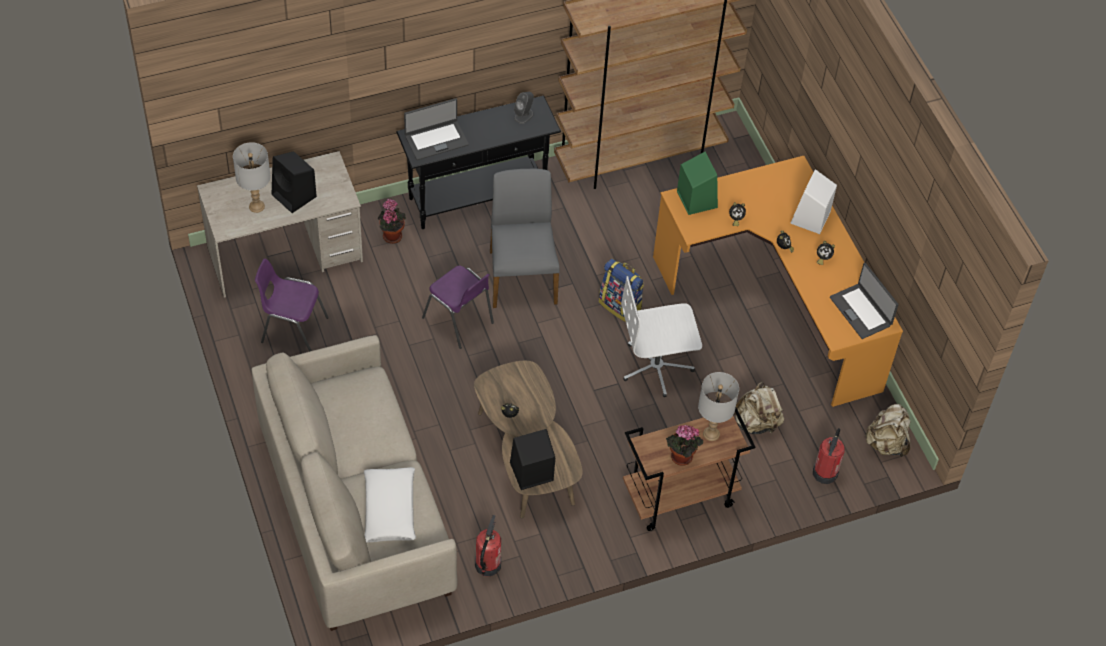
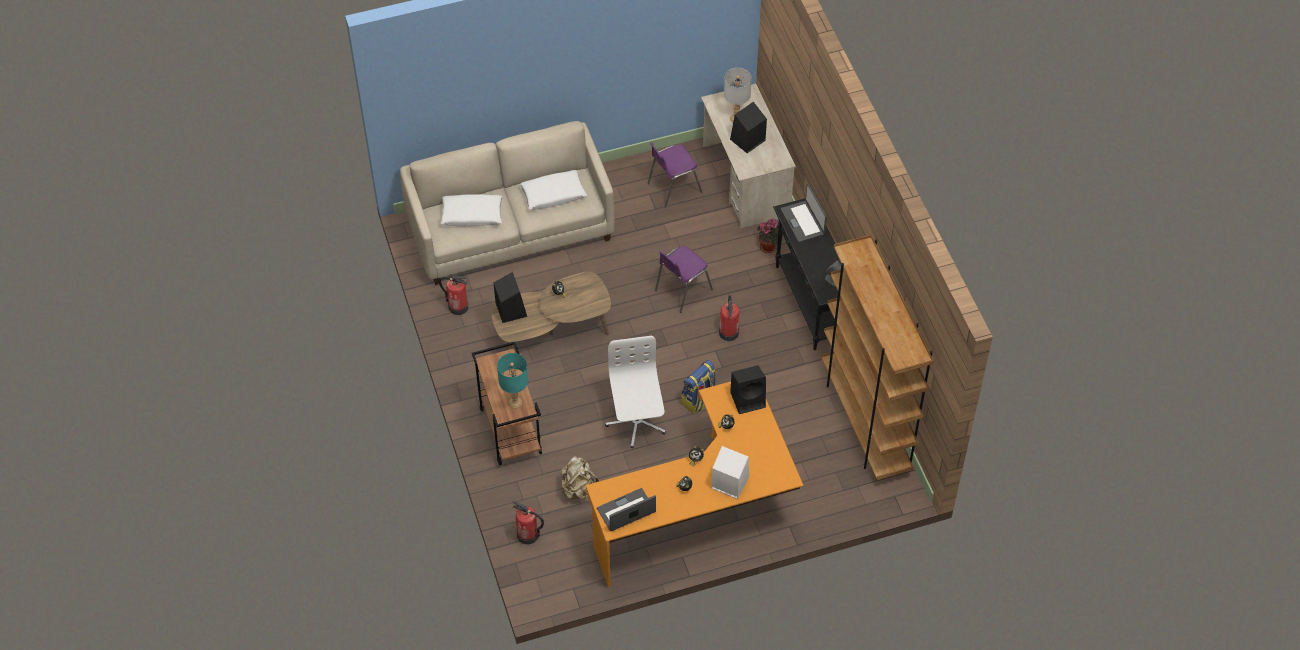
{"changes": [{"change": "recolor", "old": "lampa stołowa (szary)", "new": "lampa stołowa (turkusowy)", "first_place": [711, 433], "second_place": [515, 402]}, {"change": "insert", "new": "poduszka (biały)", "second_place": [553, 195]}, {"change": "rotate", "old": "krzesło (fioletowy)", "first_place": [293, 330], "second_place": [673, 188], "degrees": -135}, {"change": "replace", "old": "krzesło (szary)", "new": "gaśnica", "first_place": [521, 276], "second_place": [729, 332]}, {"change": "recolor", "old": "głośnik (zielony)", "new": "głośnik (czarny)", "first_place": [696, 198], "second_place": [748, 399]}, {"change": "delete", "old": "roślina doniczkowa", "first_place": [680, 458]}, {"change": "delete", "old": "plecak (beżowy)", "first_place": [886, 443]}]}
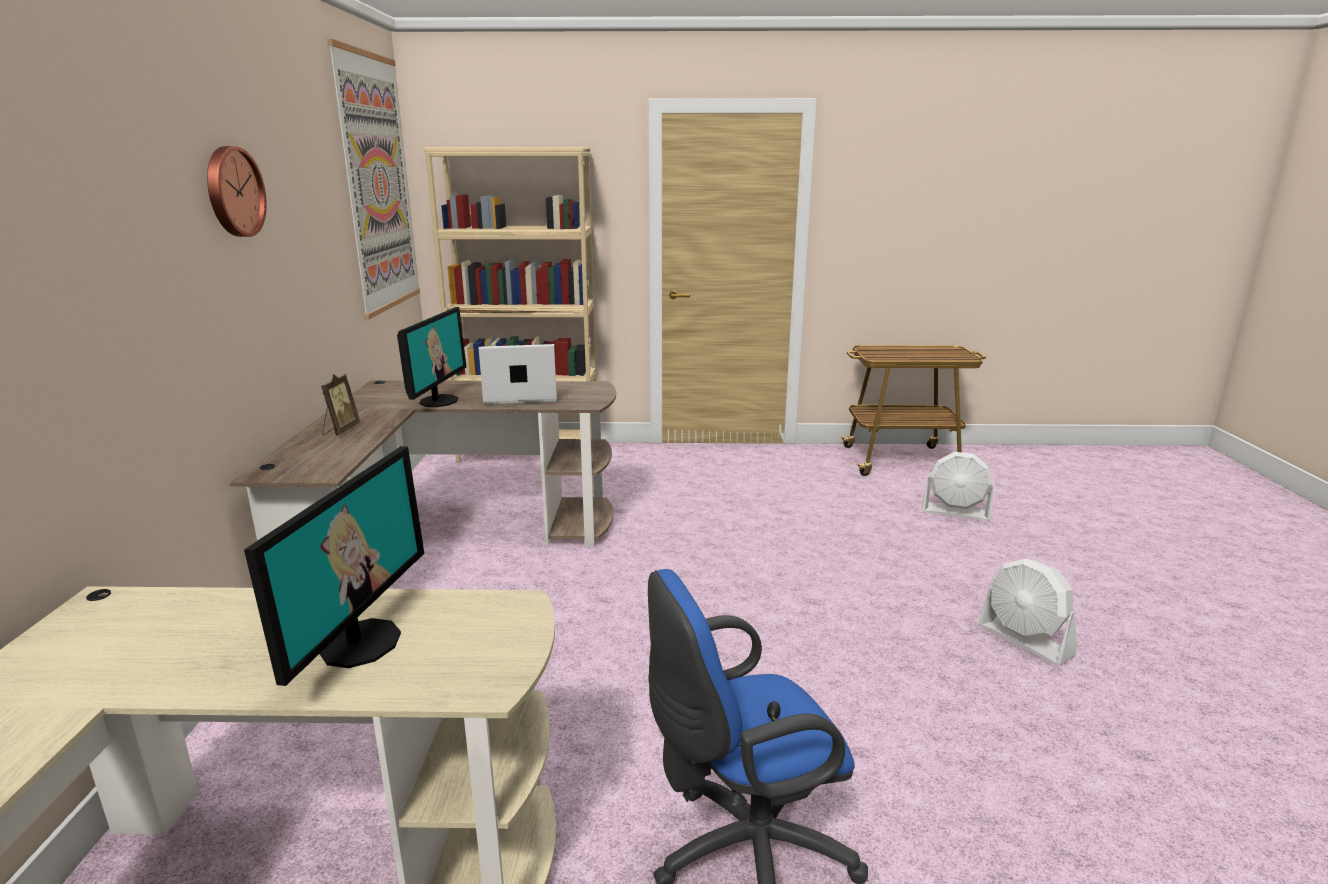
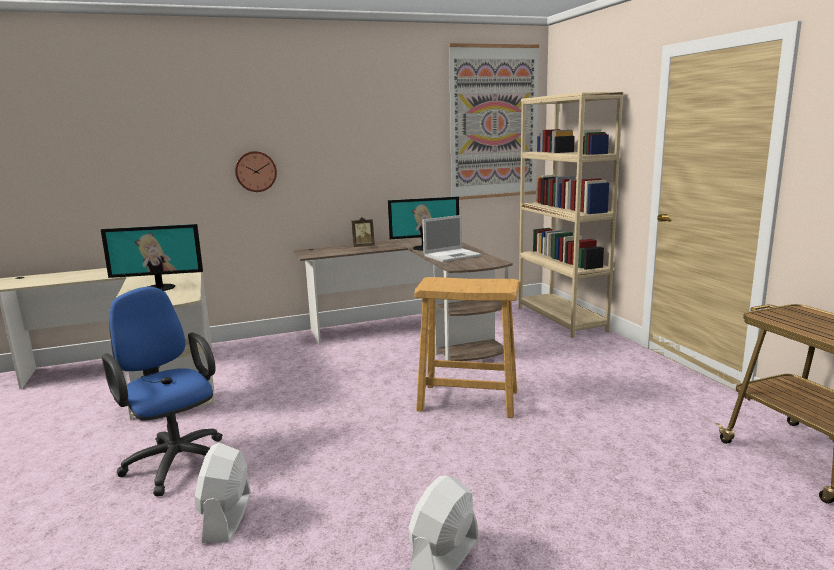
{"changes": [{"change": "move", "old": "wentylator (biały)", "first_place": [956, 512], "second_place": [227, 518]}, {"change": "move", "old": "zegar ścienny", "first_place": [233, 192], "second_place": [255, 171]}, {"change": "insert", "new": "stołek (beżowy)", "second_place": [467, 400]}, {"change": "rotate", "old": "laptop", "first_place": [519, 396], "second_place": [453, 255], "degrees": 90}]}
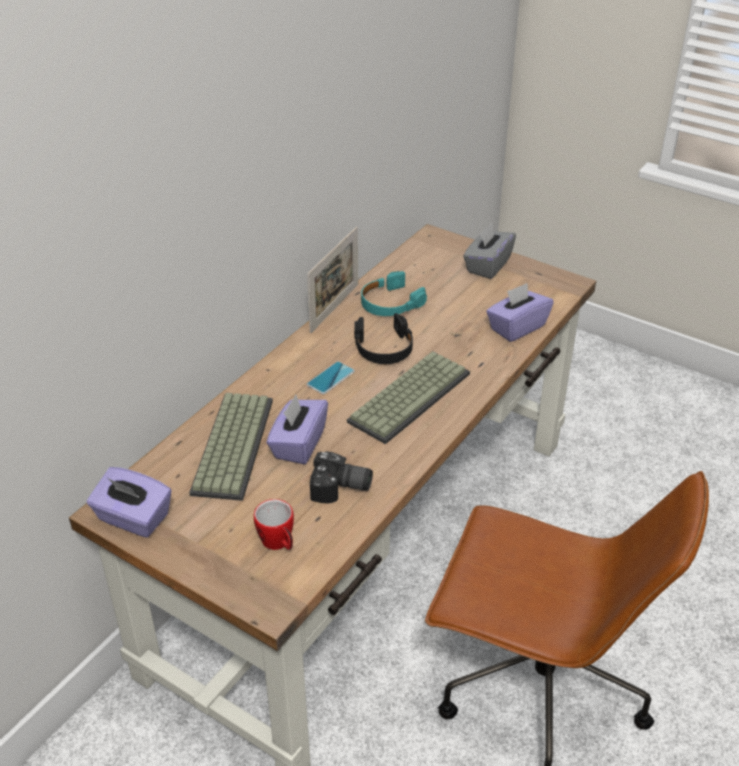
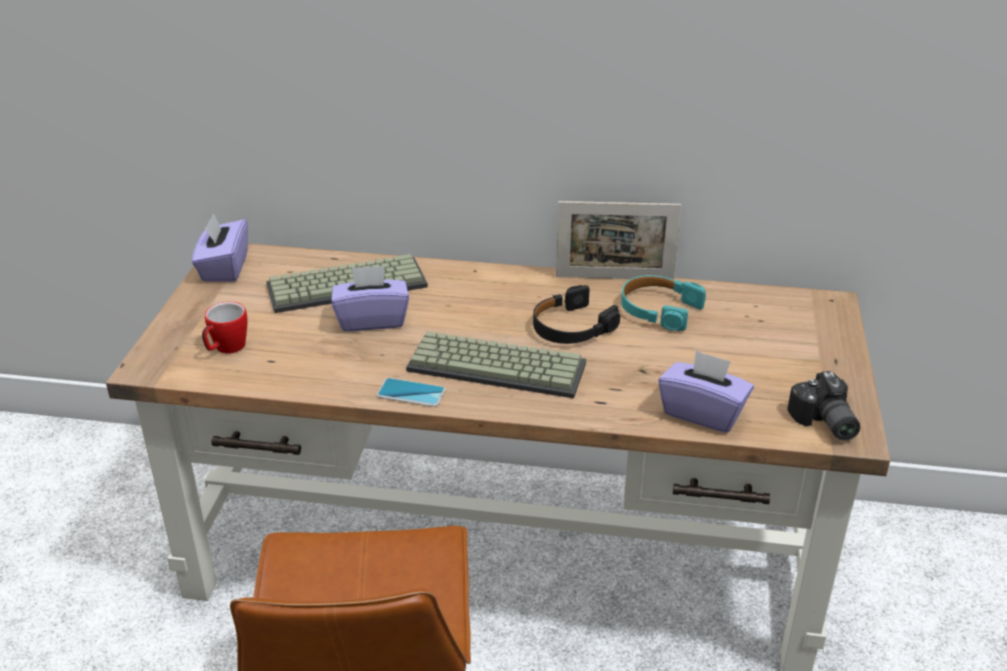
{"changes": [{"change": "move", "old": "telefon", "first_place": [330, 378], "second_place": [411, 393]}, {"change": "move", "old": "aparat fotograficzny", "first_place": [341, 489], "second_place": [823, 423]}, {"change": "delete", "old": "pudełko chusteczek (szary)", "first_place": [487, 266]}]}
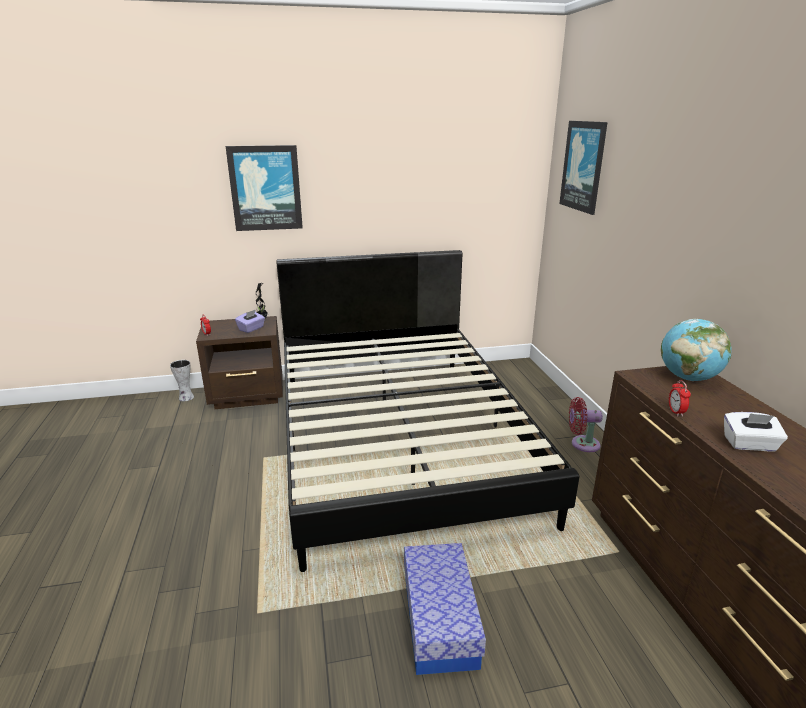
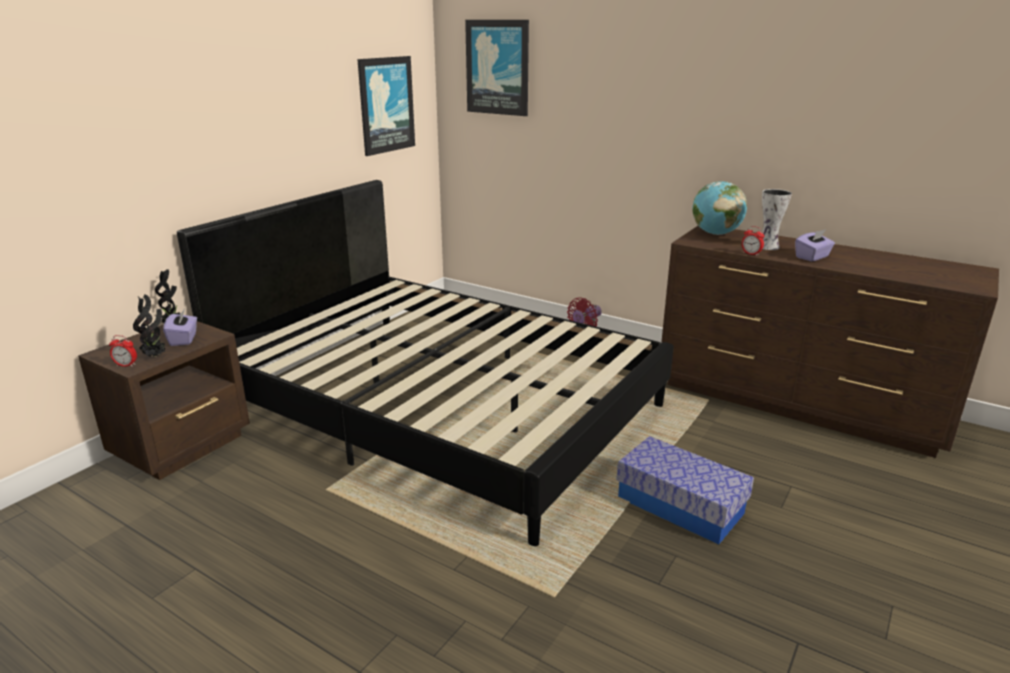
{"changes": [{"change": "insert", "new": "roślina doniczkowa", "second_place": [155, 356]}, {"change": "move", "old": "obraz", "first_place": [265, 188], "second_place": [386, 105]}, {"change": "move", "old": "wazon", "first_place": [185, 398], "second_place": [768, 247]}, {"change": "recolor", "old": "pudełko chusteczek (biały)", "new": "pudełko chusteczek (fioletowy)", "first_place": [749, 444], "second_place": [812, 257]}]}
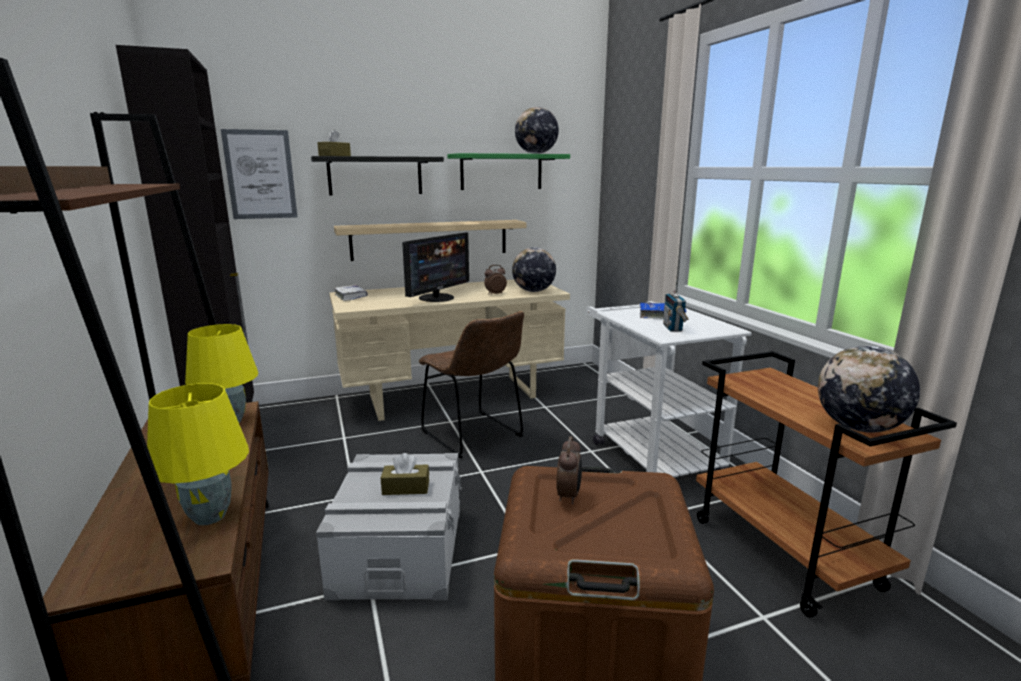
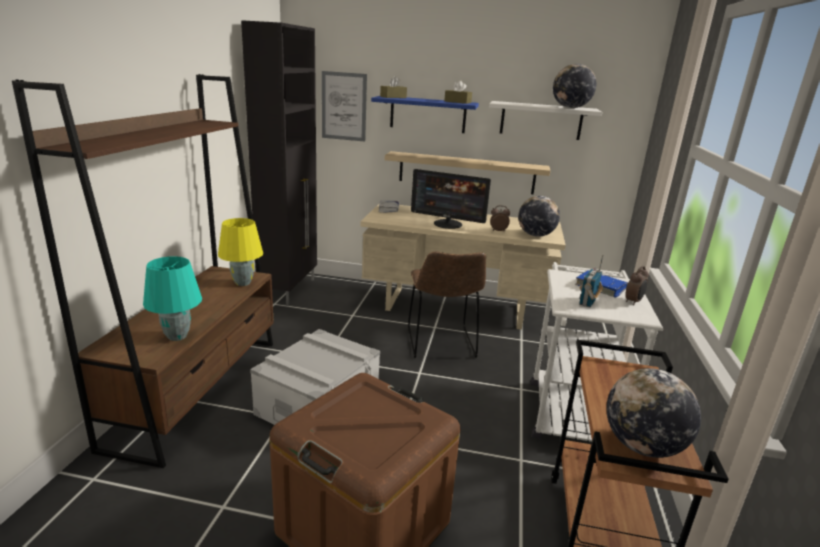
{"changes": [{"change": "recolor", "old": "lampa stołowa (żółty)", "new": "lampa stołowa (turkusowy)", "first_place": [211, 516], "second_place": [178, 336]}, {"change": "recolor", "old": "półka (czarny)", "new": "półka (niebieski)", "first_place": [375, 176], "second_place": [428, 114]}, {"change": "rotate", "old": "monitor", "first_place": [437, 298], "second_place": [448, 224], "degrees": 45}, {"change": "move", "old": "pudełko chusteczek (brązowy)", "first_place": [406, 488], "second_place": [457, 102]}, {"change": "recolor", "old": "półka (zielony)", "new": "półka (biały)", "first_place": [501, 172], "second_place": [541, 120]}, {"change": "move", "old": "budzik", "first_place": [569, 496], "second_place": [633, 302]}]}
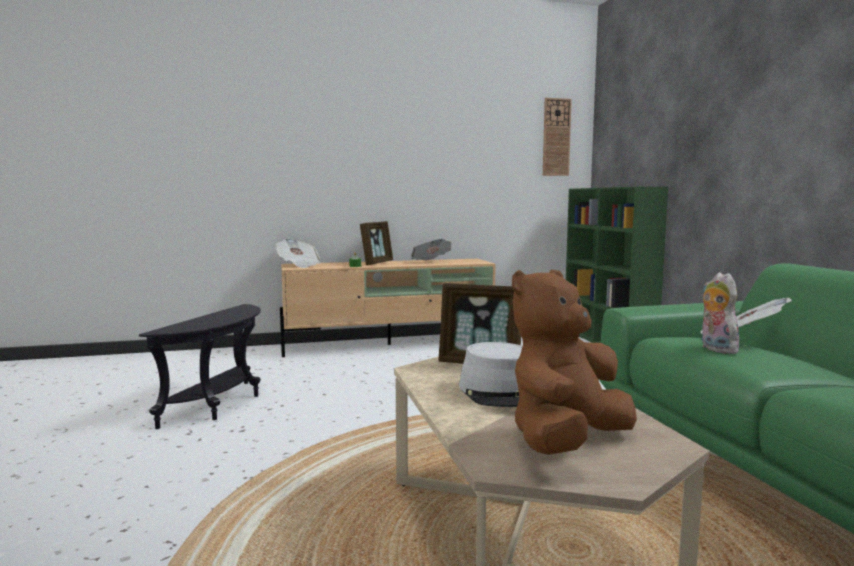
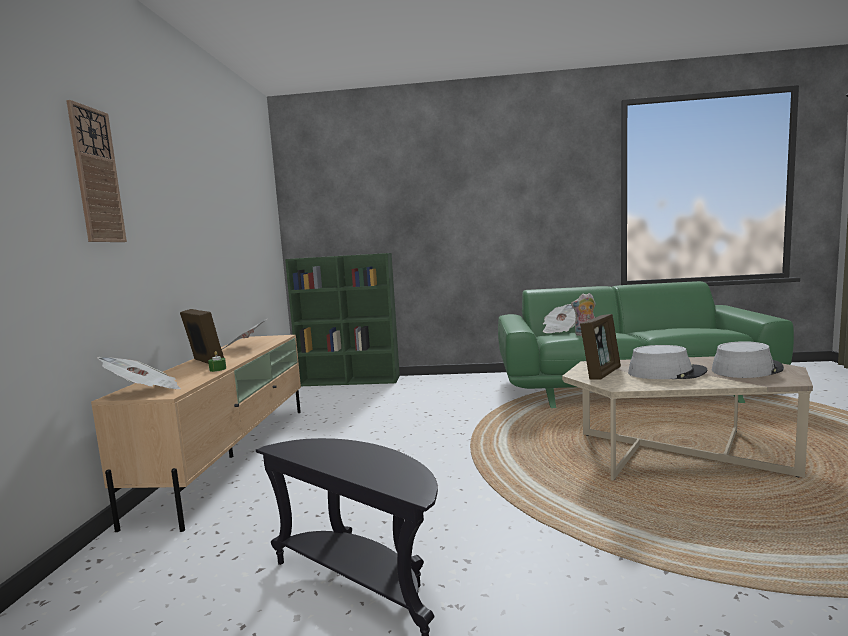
{"changes": [{"change": "move", "old": "zegar ścienny", "first_place": [556, 137], "second_place": [96, 176]}, {"change": "replace", "old": "pluszak (brązowy)", "new": "kapelusz (szary)", "first_place": [566, 442], "second_place": [746, 369]}]}
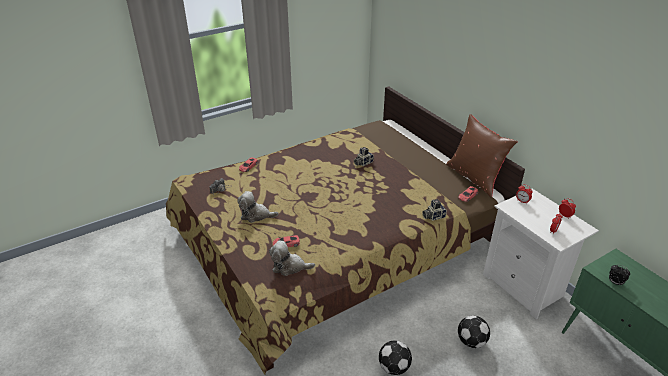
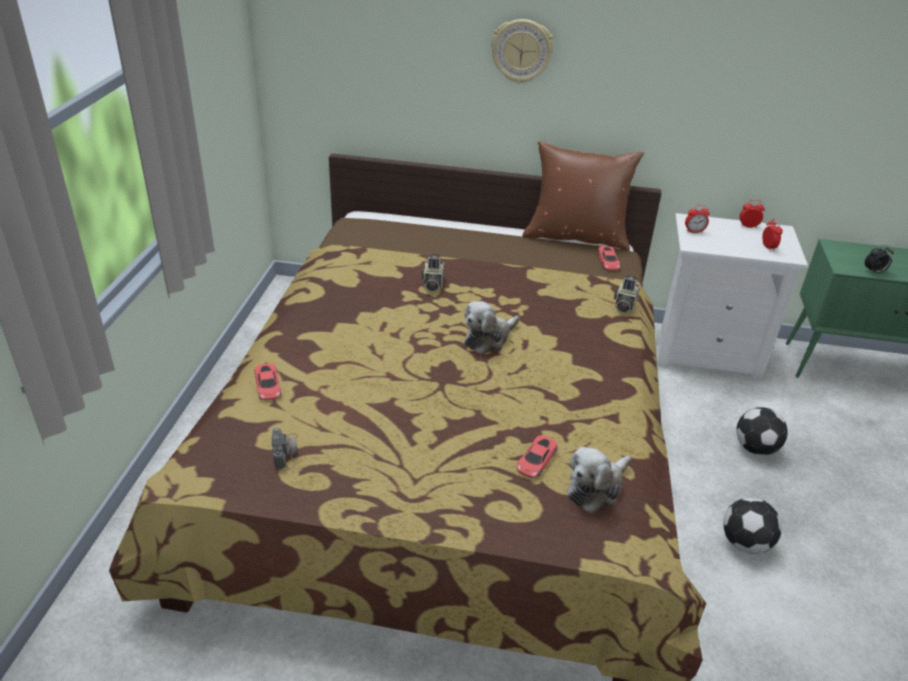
{"changes": [{"change": "move", "old": "pluszak", "first_place": [256, 215], "second_place": [488, 339]}, {"change": "insert", "new": "zegar ścienny", "second_place": [521, 51]}]}
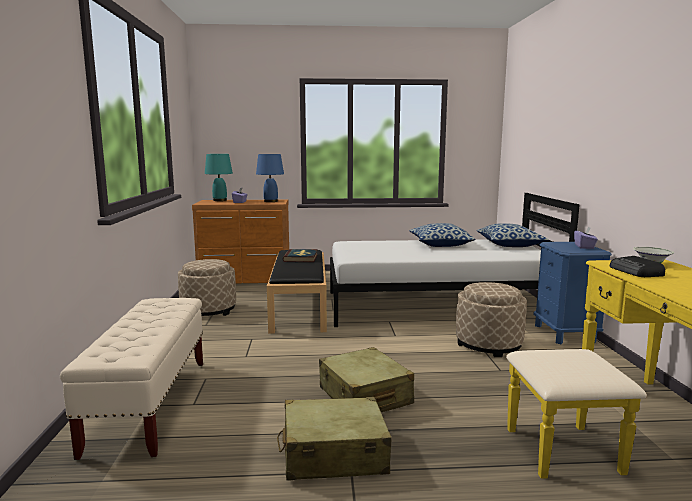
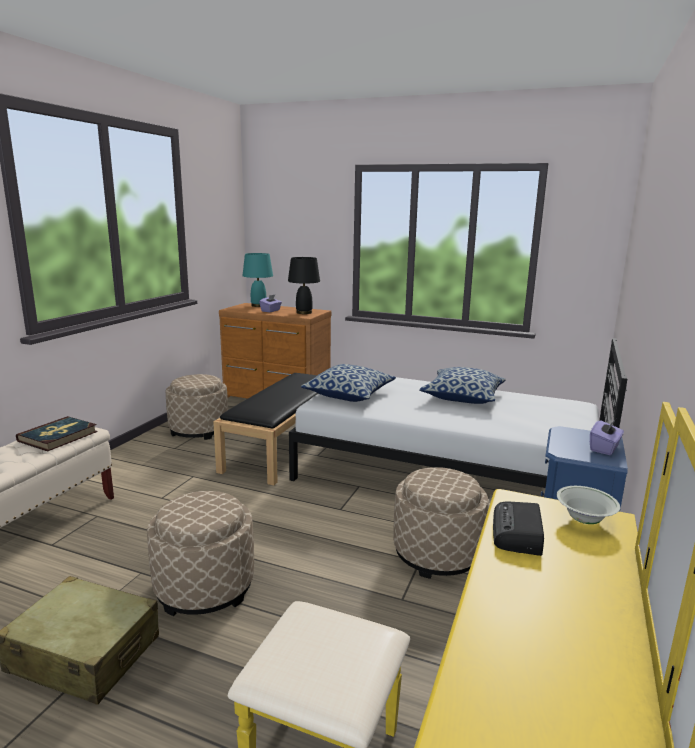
{"changes": [{"change": "move", "old": "książka", "first_place": [301, 258], "second_place": [58, 436]}, {"change": "replace", "old": "walizka (beżowy)", "new": "pufa (beżowy)", "first_place": [364, 396], "second_place": [205, 587]}, {"change": "recolor", "old": "lampa stołowa (niebieski)", "new": "lampa stołowa (czarny)", "first_place": [270, 201], "second_place": [303, 312]}, {"change": "move", "old": "poduszka", "first_place": [510, 245], "second_place": [349, 395]}]}
